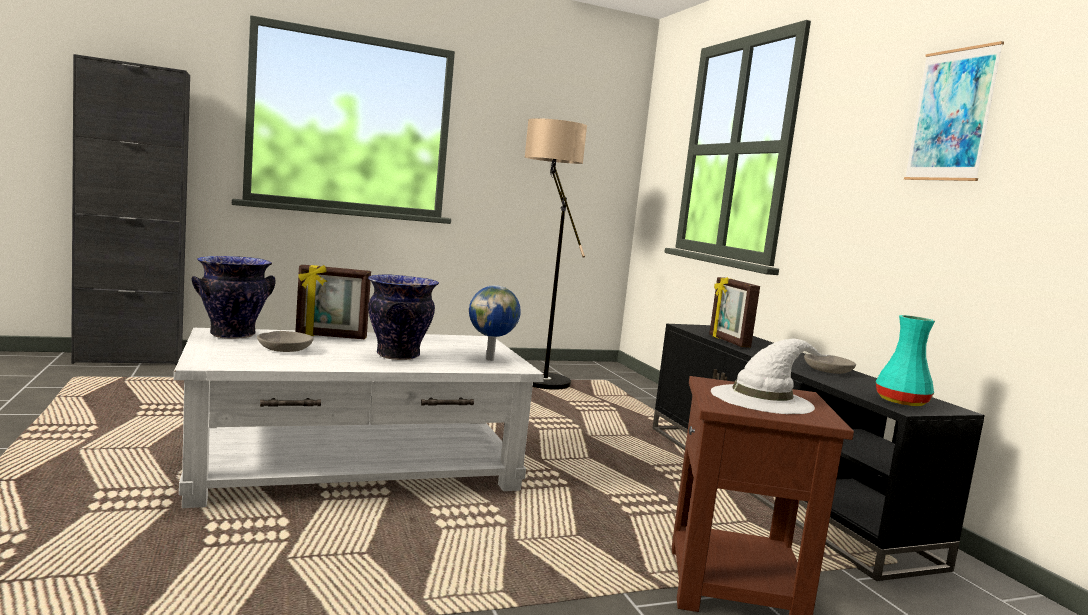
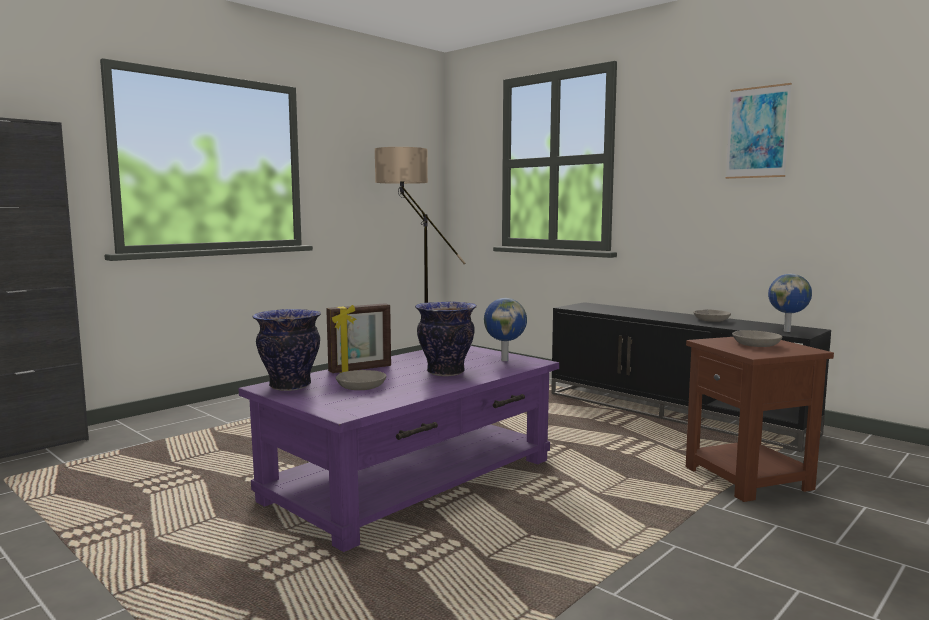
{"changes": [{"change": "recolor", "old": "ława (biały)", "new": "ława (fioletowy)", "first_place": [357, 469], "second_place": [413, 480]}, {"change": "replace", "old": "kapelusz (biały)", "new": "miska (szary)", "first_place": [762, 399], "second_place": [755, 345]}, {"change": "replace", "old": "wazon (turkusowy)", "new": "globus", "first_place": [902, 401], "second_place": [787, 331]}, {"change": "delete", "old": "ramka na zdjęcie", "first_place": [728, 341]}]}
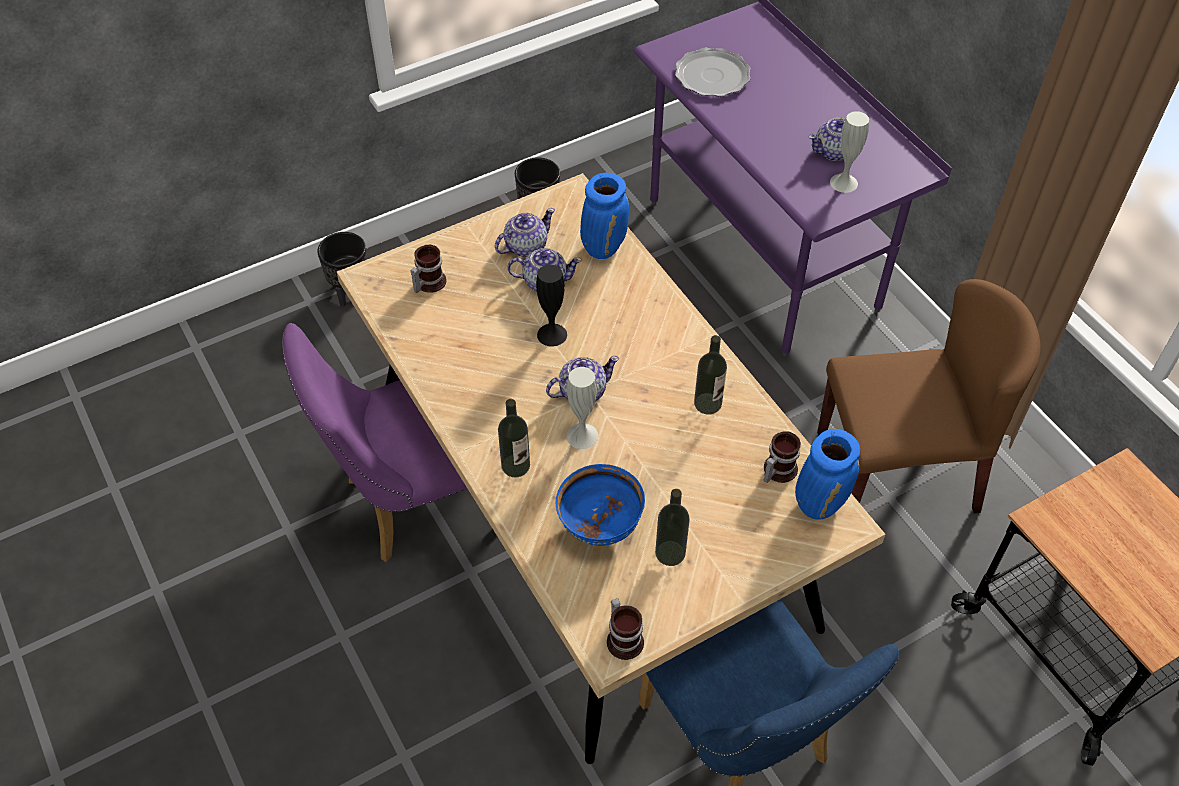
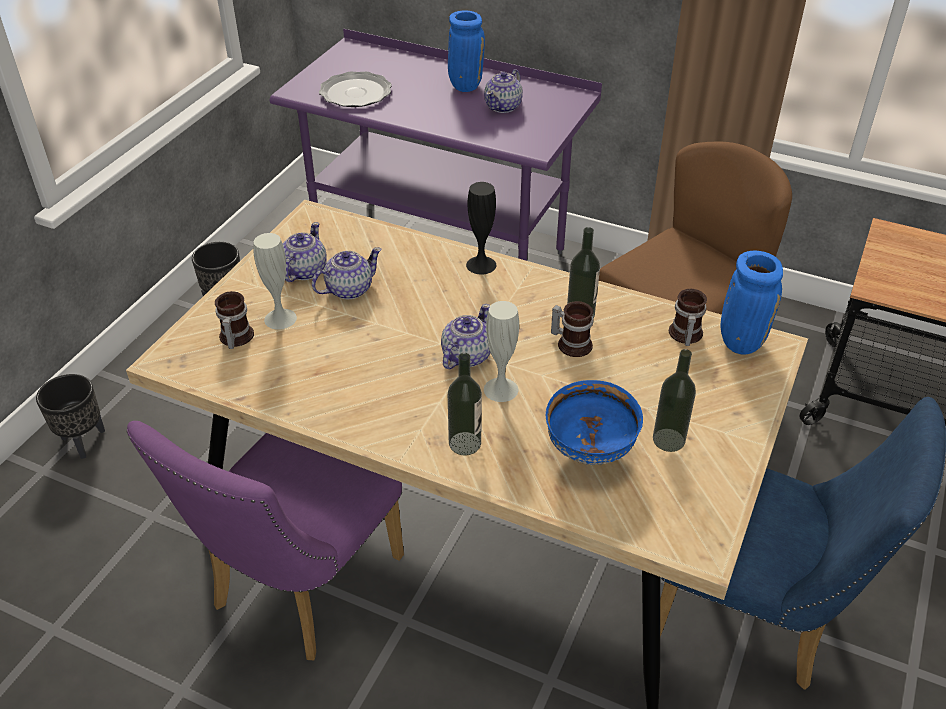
{"changes": [{"change": "move", "old": "wazon (biały)", "first_place": [843, 183], "second_place": [280, 318]}, {"change": "move", "old": "wazon (niebieski)", "first_place": [603, 247], "second_place": [464, 85]}, {"change": "move", "old": "wazon (czarny)", "first_place": [552, 334], "second_place": [481, 265]}, {"change": "move", "old": "kubek", "first_place": [625, 638], "second_place": [572, 343]}]}
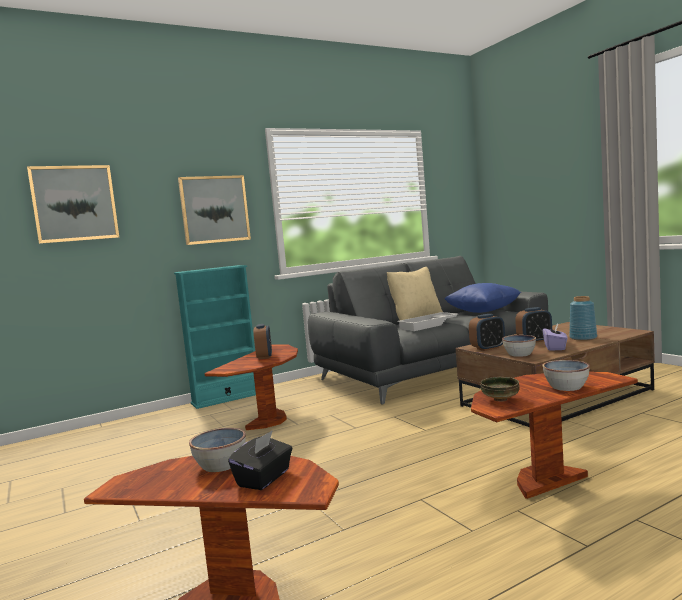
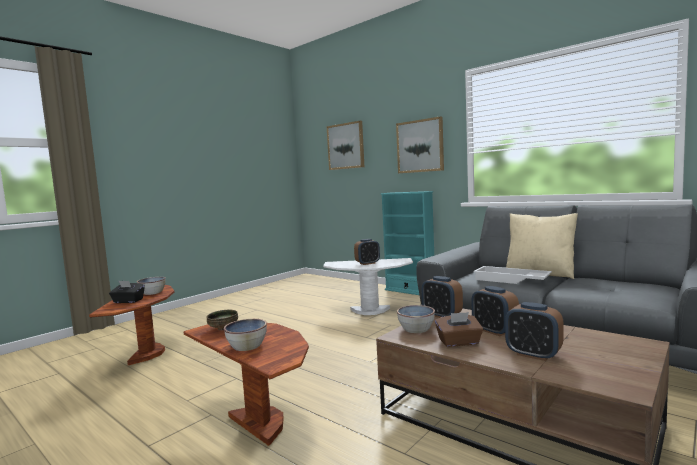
{"changes": [{"change": "recolor", "old": "stolik (brązowy)", "new": "stolik (biały)", "first_place": [268, 421], "second_place": [370, 311]}, {"change": "recolor", "old": "pudełko chusteczek (fioletowy)", "new": "pudełko chusteczek (brązowy)", "first_place": [555, 347], "second_place": [459, 342]}, {"change": "replace", "old": "wazon (niebieski)", "new": "budzik", "first_place": [583, 338], "second_place": [533, 354]}, {"change": "delete", "old": "poduszka (niebieski)", "first_place": [483, 312]}]}
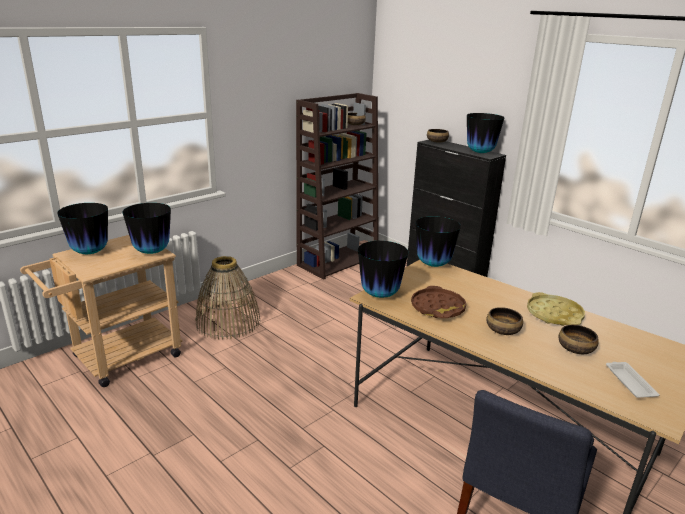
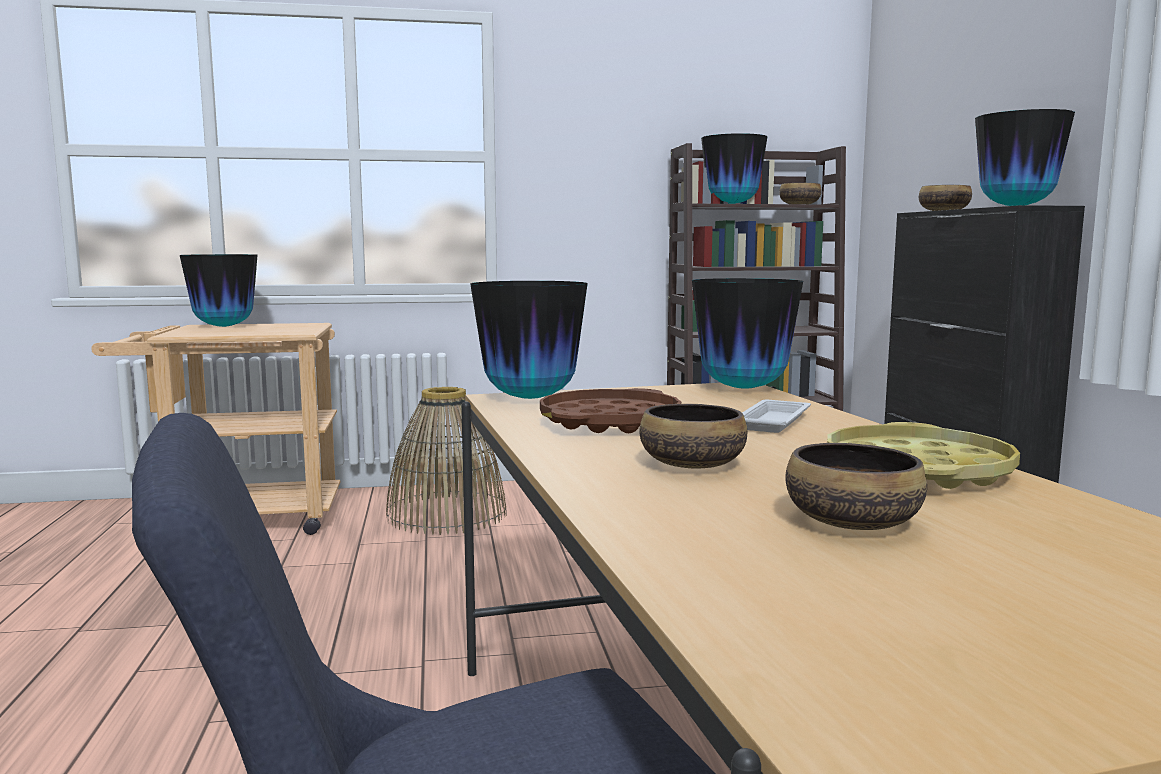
{"changes": [{"change": "move", "old": "wazon", "first_place": [152, 252], "second_place": [732, 204]}, {"change": "move", "old": "taca (biały)", "first_place": [629, 382], "second_place": [774, 421]}]}
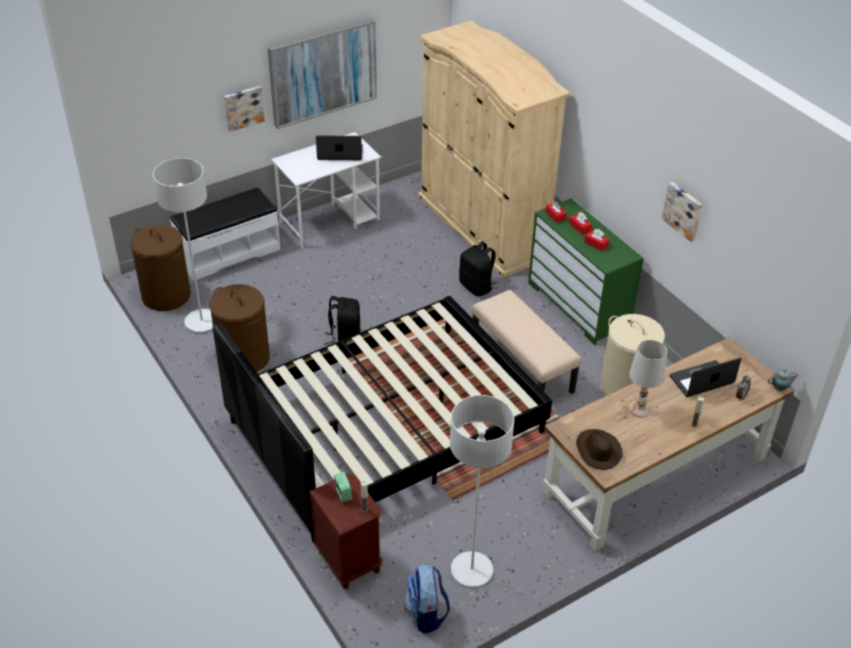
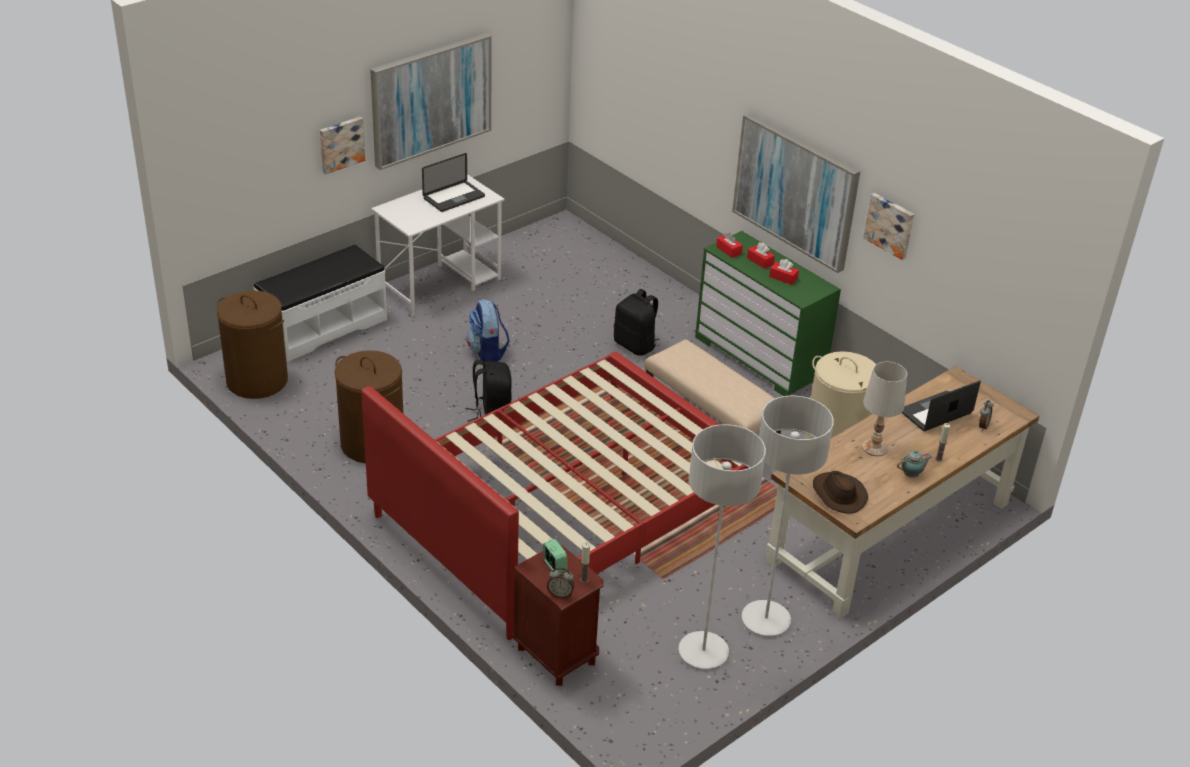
{"changes": [{"change": "recolor", "old": "łóżko (czarny)", "new": "łóżko (czerwony)", "first_place": [386, 426], "second_place": [564, 506]}, {"change": "rotate", "old": "laptop", "first_place": [340, 153], "second_place": [454, 197], "degrees": 150}, {"change": "move", "old": "plecak", "first_place": [426, 614], "second_place": [487, 353]}, {"change": "insert", "new": "budzik", "second_place": [560, 594]}, {"change": "insert", "new": "obraz", "second_place": [796, 191]}, {"change": "move", "old": "lampa stojąca (szary)", "first_place": [202, 322], "second_place": [765, 620]}, {"change": "move", "old": "imbryk", "first_place": [780, 388], "second_place": [912, 475]}, {"change": "delete", "old": "szafa (beżowy)", "first_place": [482, 226]}]}
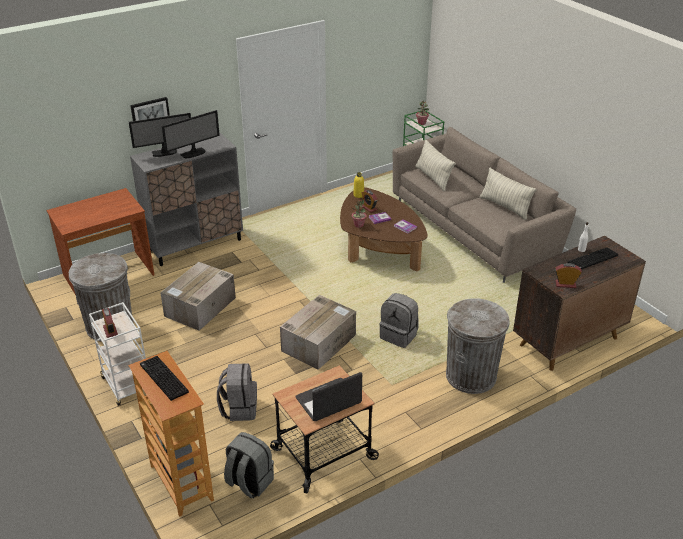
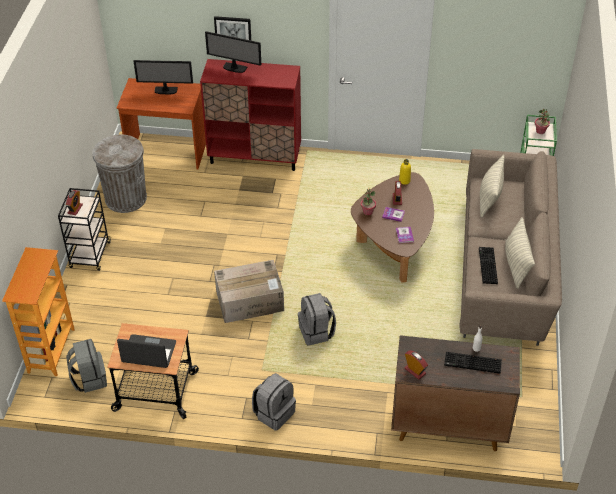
{"changes": [{"change": "recolor", "old": "wózek (biały)", "new": "wózek (czarny)", "first_place": [127, 386], "second_place": [90, 255]}, {"change": "move", "old": "monitor", "first_place": [193, 153], "second_place": [165, 91]}, {"change": "recolor", "old": "szafka (szary)", "new": "szafka (czerwony)", "first_place": [195, 245], "second_place": [255, 157]}, {"change": "move", "old": "plecak (szary)", "first_place": [239, 408], "second_place": [274, 413]}, {"change": "move", "old": "klawiatura", "first_place": [162, 378], "second_place": [487, 265]}, {"change": "delete", "old": "karton", "first_place": [200, 307]}, {"change": "delete", "old": "kosz na śmieci (szary)", "first_place": [471, 376]}]}
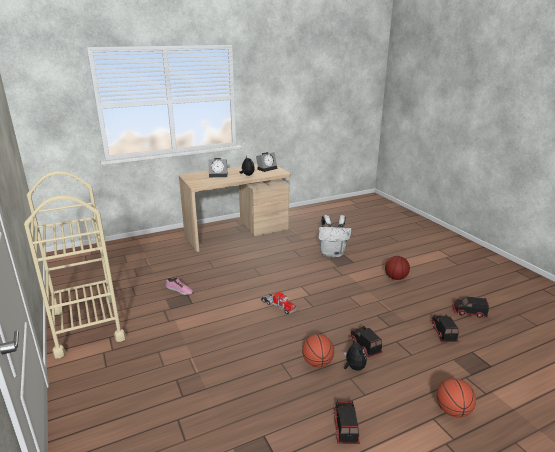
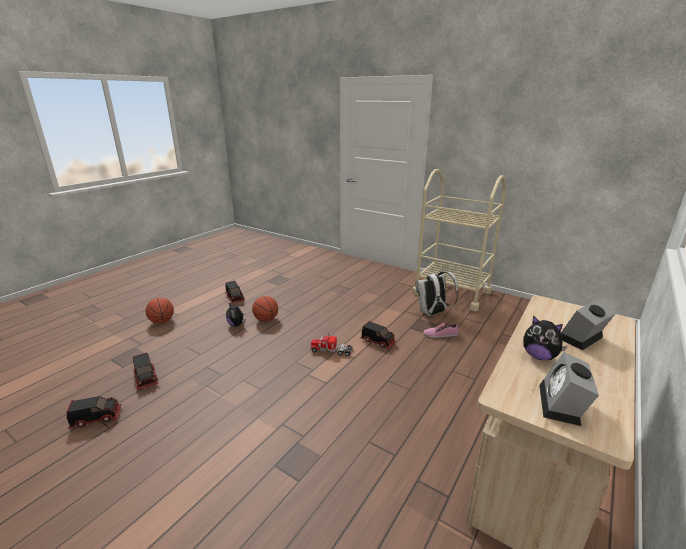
{"changes": [{"change": "move", "old": "ciężarówka zabawkowa", "first_place": [364, 345], "second_place": [378, 341]}, {"change": "move", "old": "plecak (biały)", "first_place": [332, 254], "second_place": [432, 313]}, {"change": "delete", "old": "piłka do koszykówki", "first_place": [396, 278]}]}
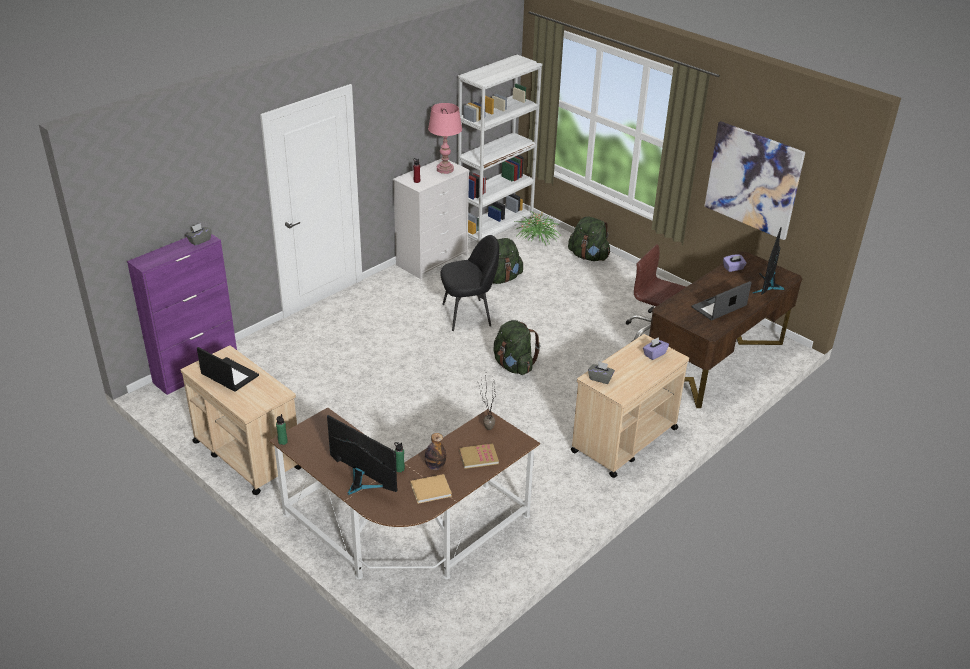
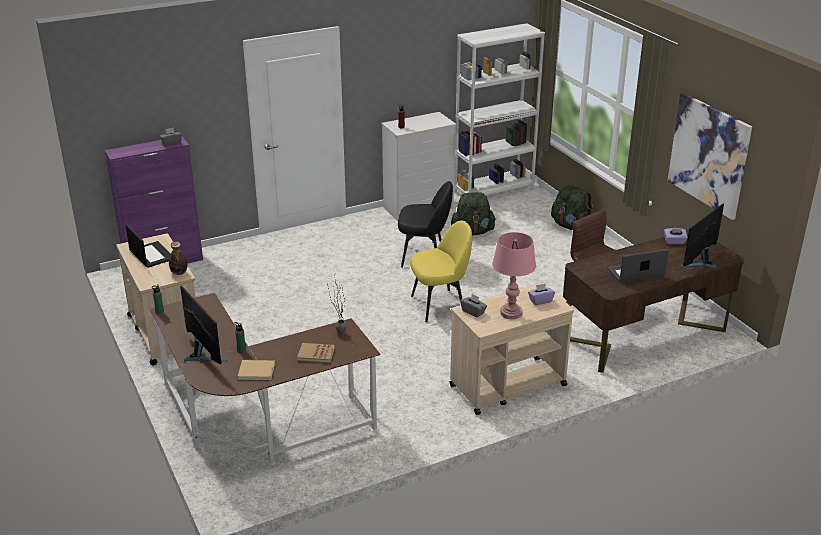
{"changes": [{"change": "move", "old": "butelka", "first_place": [435, 466], "second_place": [179, 273]}, {"change": "replace", "old": "plecak (zielony)", "new": "krzesło (żółty)", "first_place": [513, 366], "second_place": [440, 305]}, {"change": "move", "old": "lampa stołowa (różowy)", "first_place": [445, 169], "second_place": [511, 313]}, {"change": "delete", "old": "roślina doniczkowa", "first_place": [537, 238]}]}
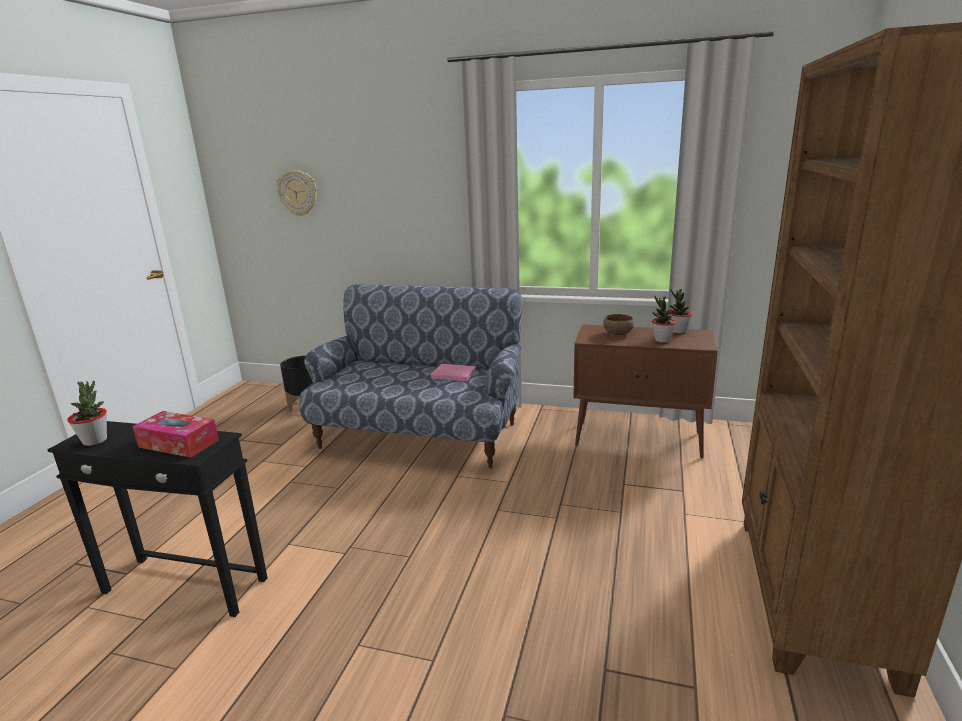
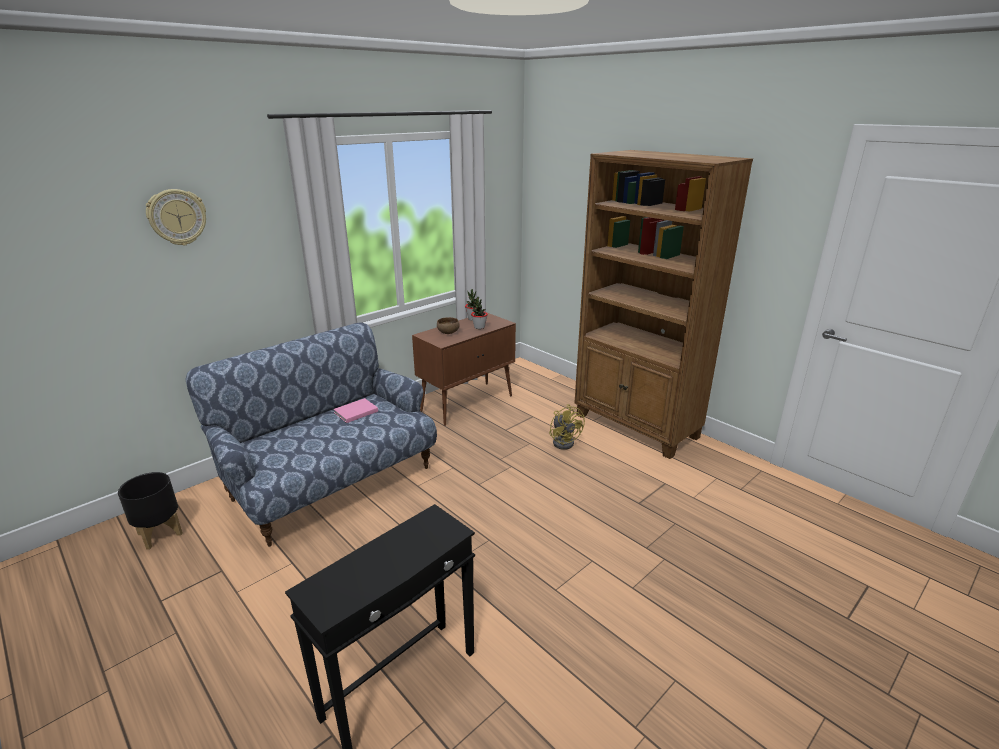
{"changes": [{"change": "move", "old": "zegar ścienny", "first_place": [298, 193], "second_place": [177, 217]}, {"change": "insert", "new": "wentylator (żółty)", "second_place": [564, 441]}, {"change": "delete", "old": "roślina doniczkowa", "first_place": [95, 440]}, {"change": "delete", "old": "pudełko chusteczek", "first_place": [178, 443]}]}
